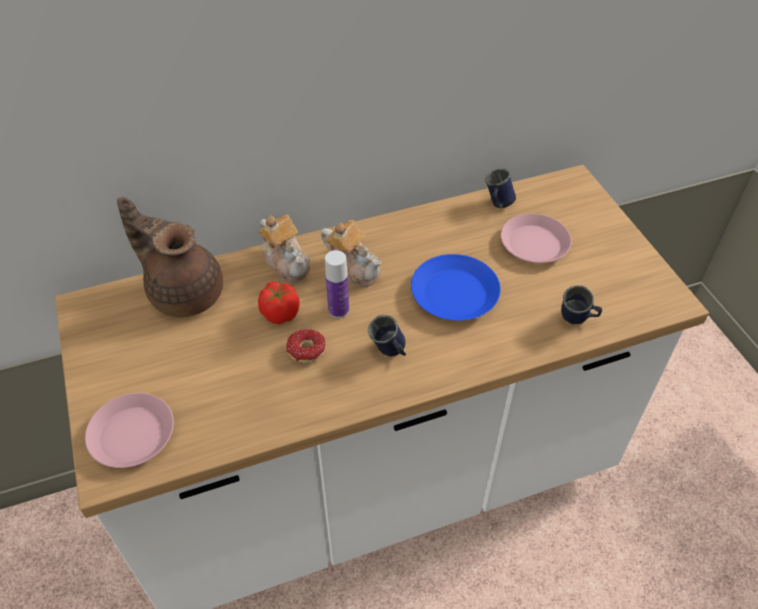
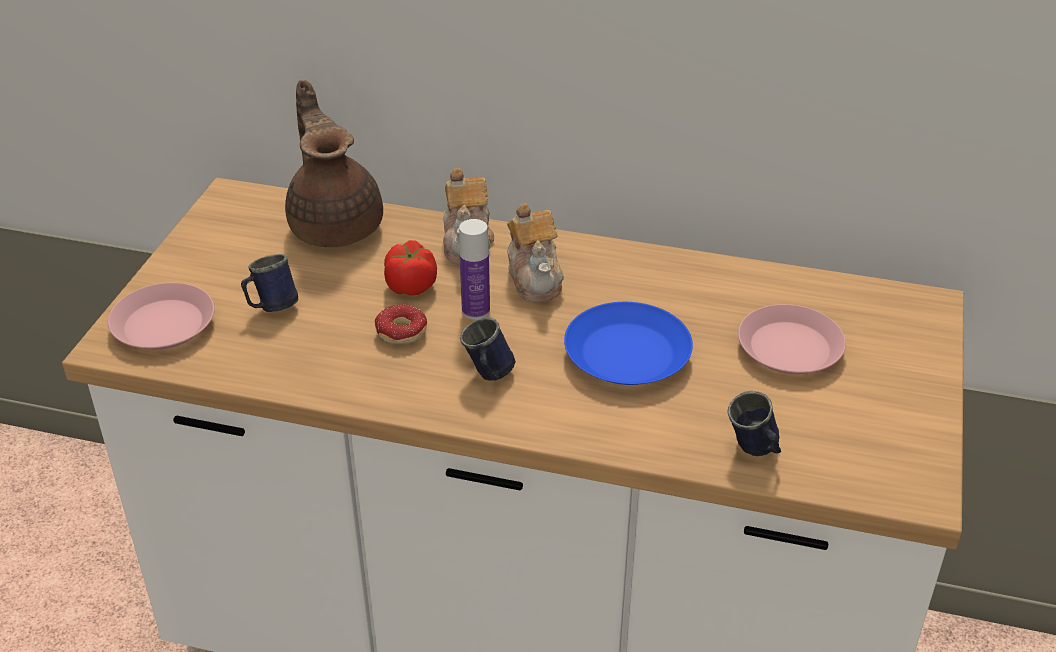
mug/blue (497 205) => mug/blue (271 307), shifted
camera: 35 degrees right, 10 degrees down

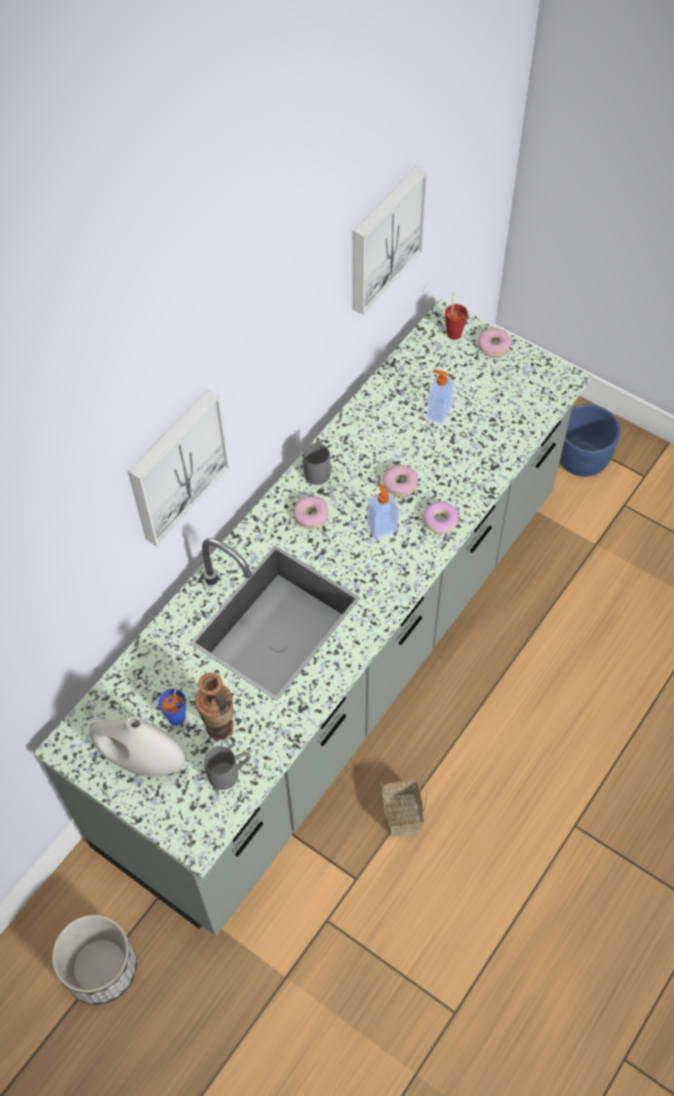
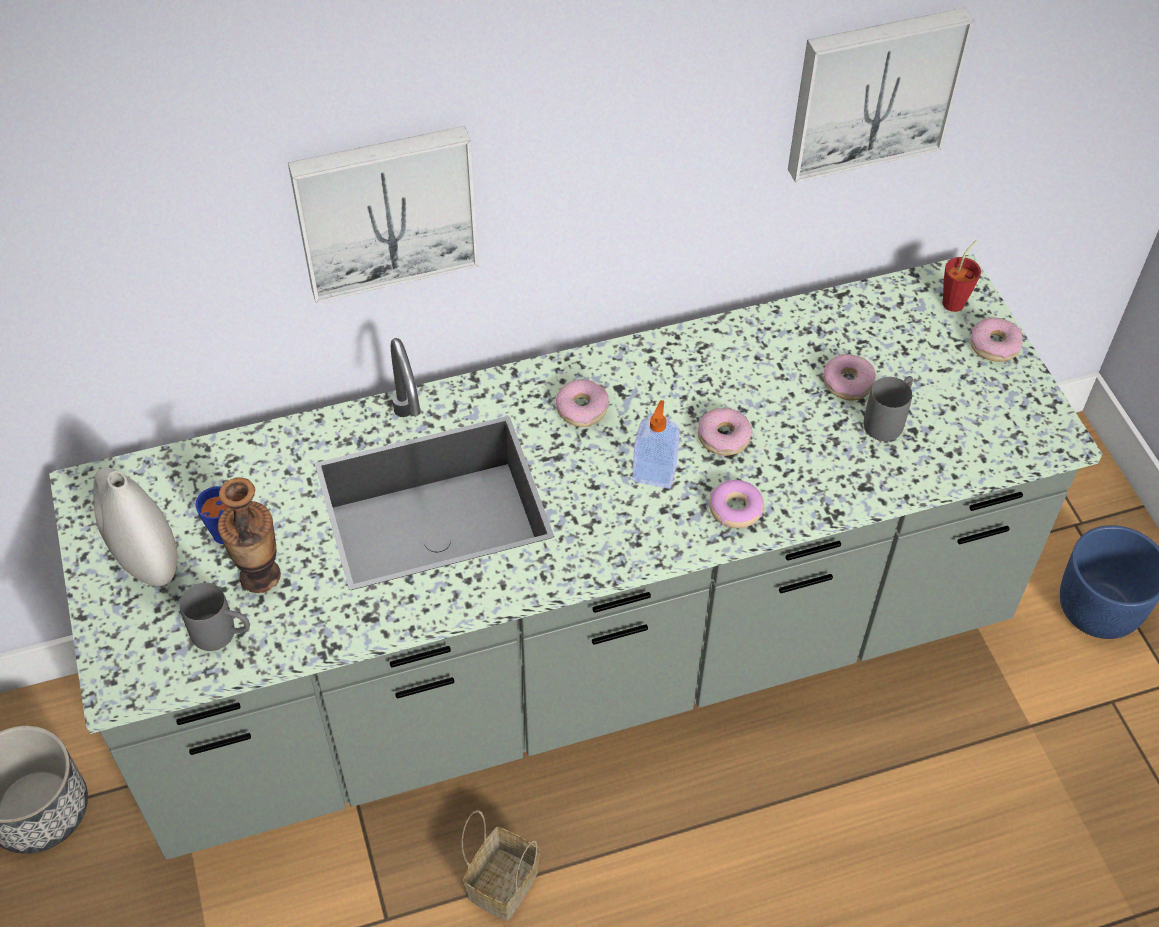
soap dispenser (438 413) => donut (848 383)
mug/grey (317 469) => mug/grey (888 420), shifted
camera: 35 degrees right, 5 degrees down

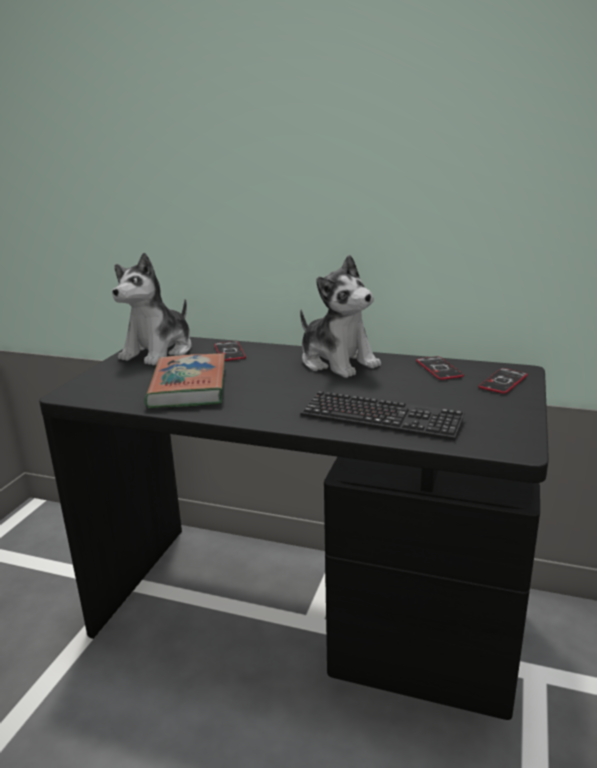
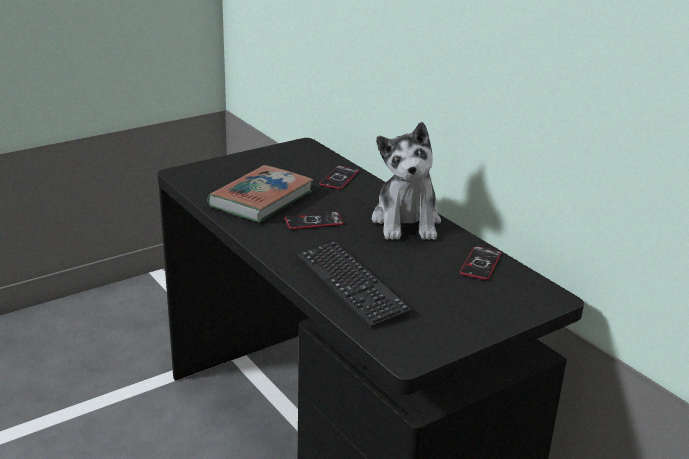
plush toy (159 351) => nothing
phone (503 382) => phone (314 222), shifted
camera: 35 degrees right, 5 degrees up

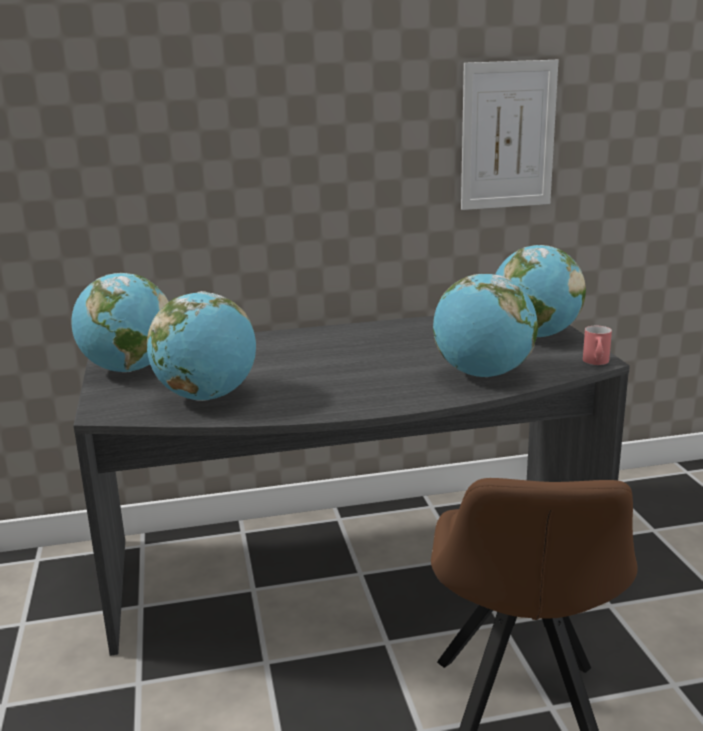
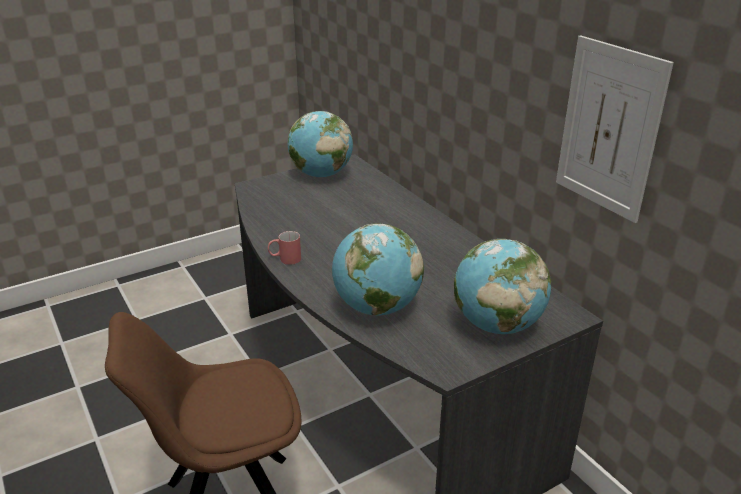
globe (207 397) => nothing
mug/red (596 363) => mug/red (285 259), shifted
camera: 70 degrees right, 10 degrees up

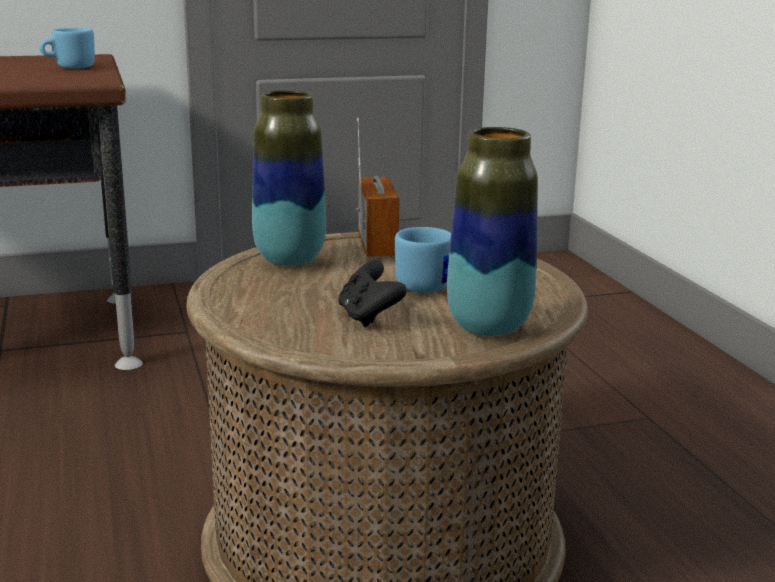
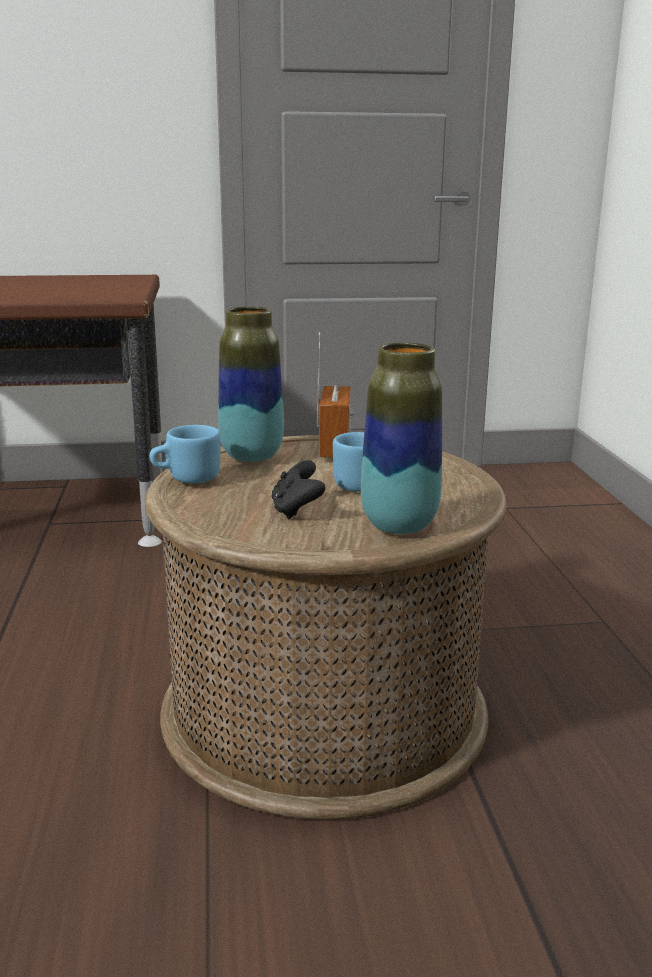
mug/blue (69 67) => mug/blue (186 479), shifted
camera: 10 degrees right, 0 degrees up

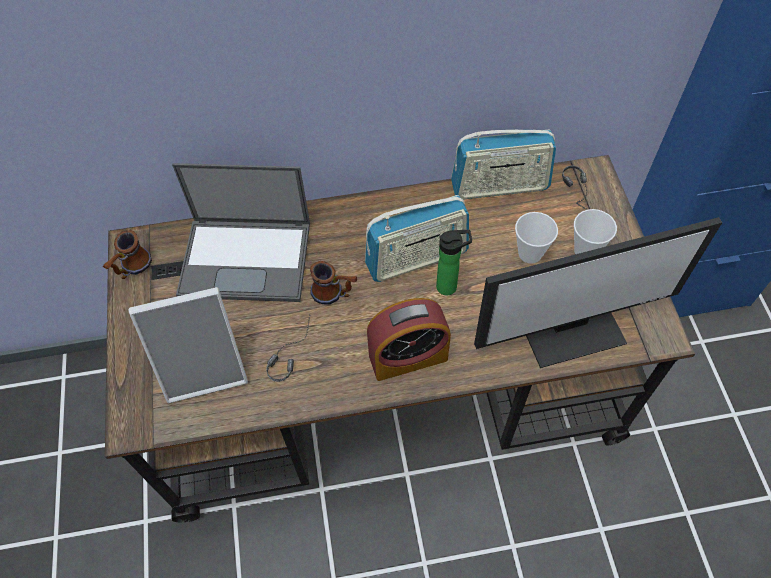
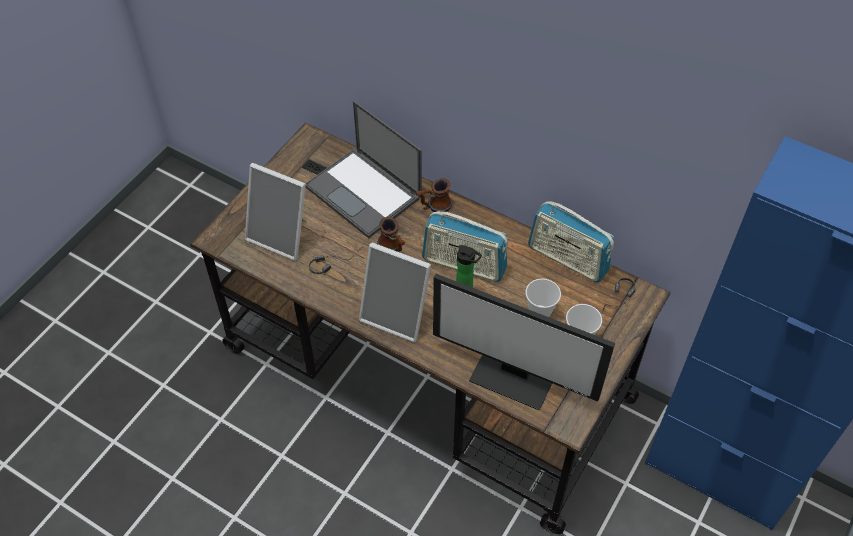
mug (131 268) => mug (433 206), shifted
alarm clock (408 357) => picture frame (397 315)
camera: 40 degrees right, 5 degrees down

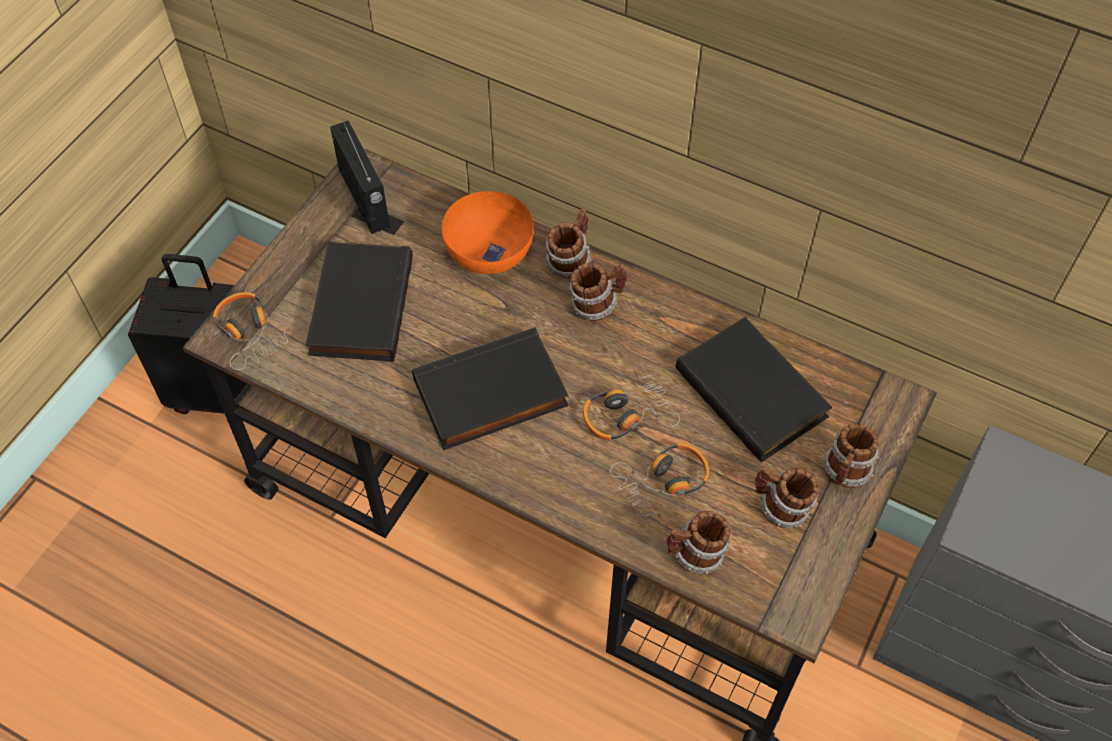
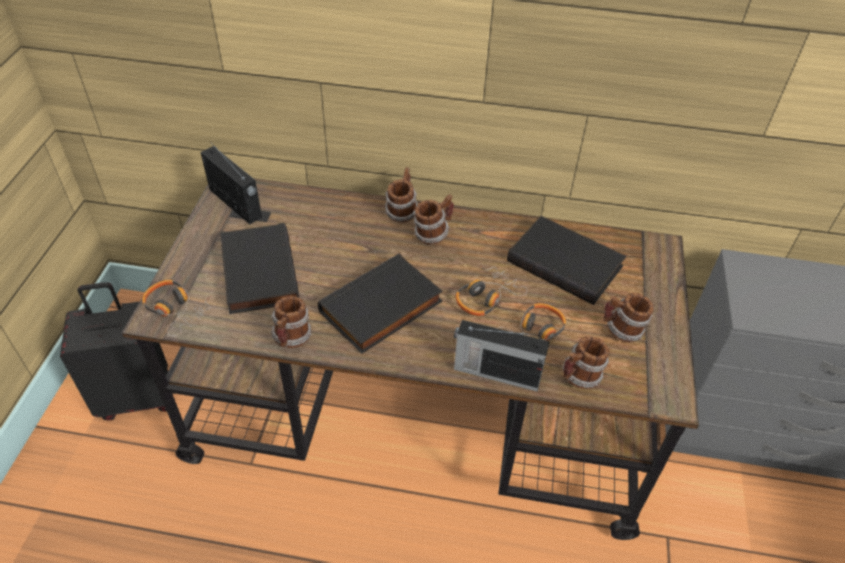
bowl/orange (489 250) => nothing
mug (845 473) => mug (292 339), shifted
nothing => radio (495 372)
camera: 20 degrees left, 10 degrees down

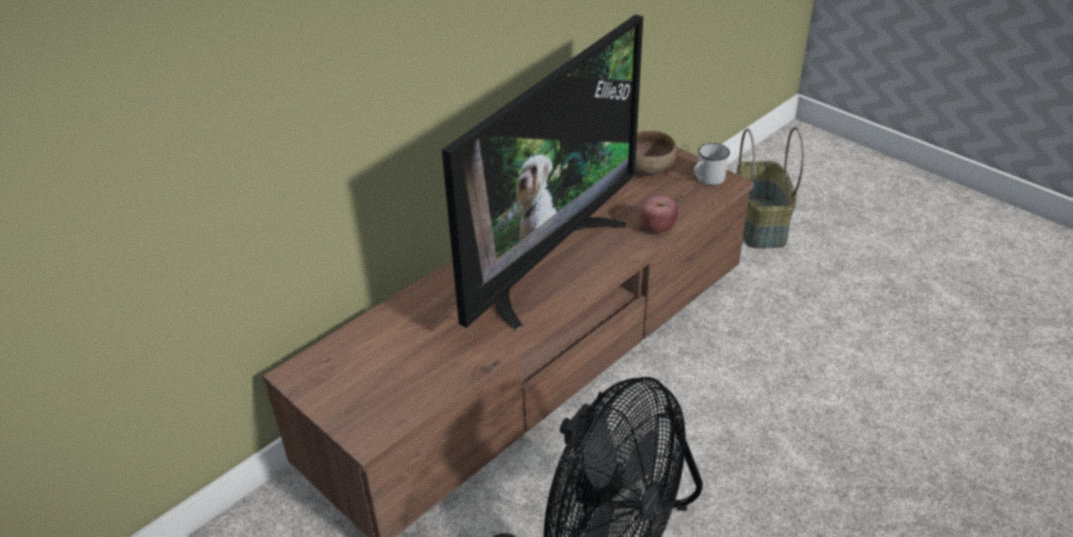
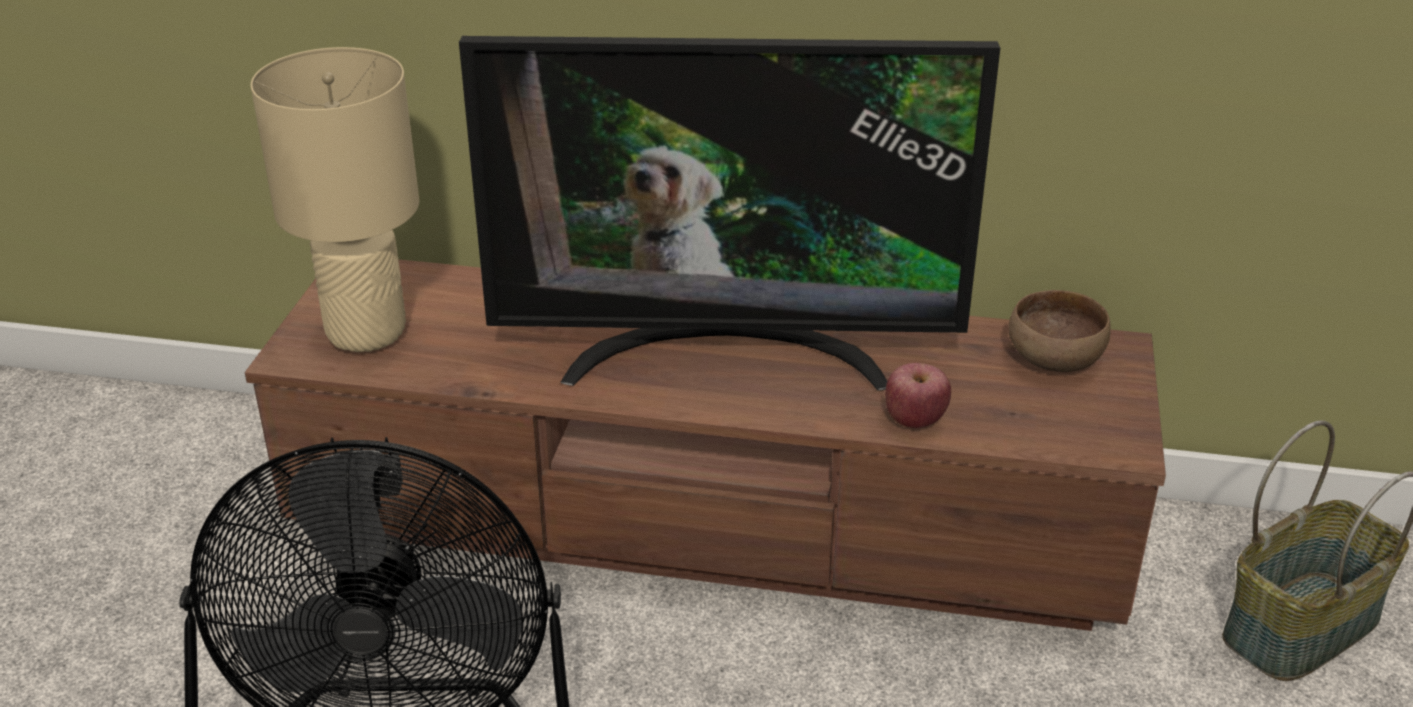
mug/white (707 179) => nothing
nothing => table lamp/beige (366 337)
camera: 55 degrees right, 5 degrees down

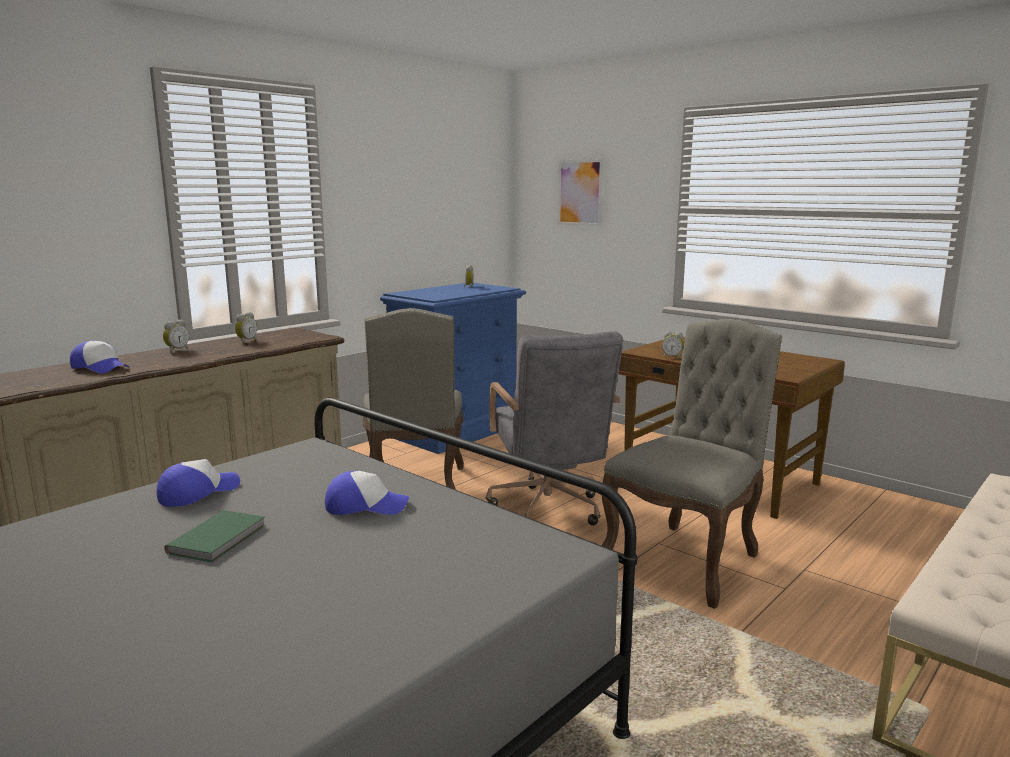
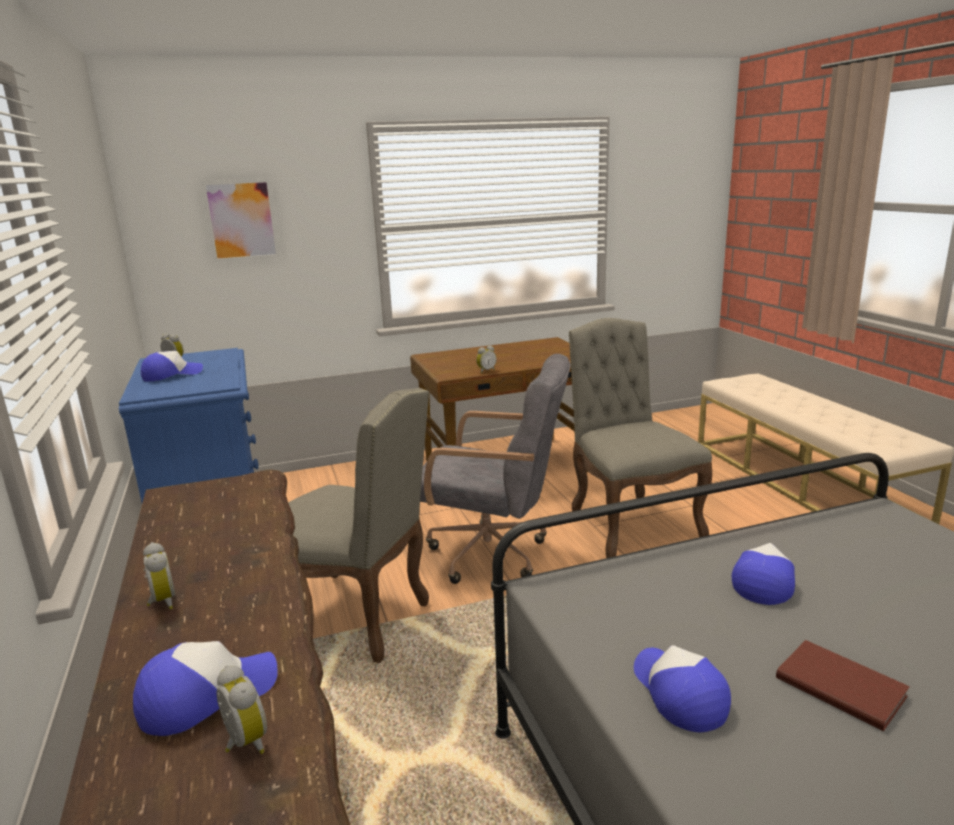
alarm clock (246 341) => alarm clock (243 743), shifted
book/green (220 538) => book/brown (839 685)
nothing => cap (172 375)
camera: 60 degrees left, 5 degrees up

